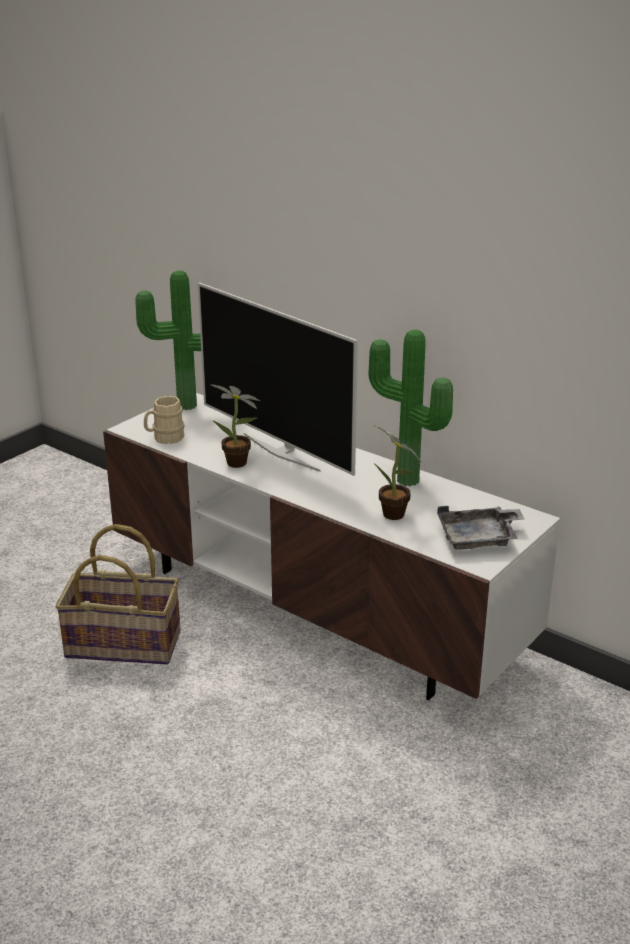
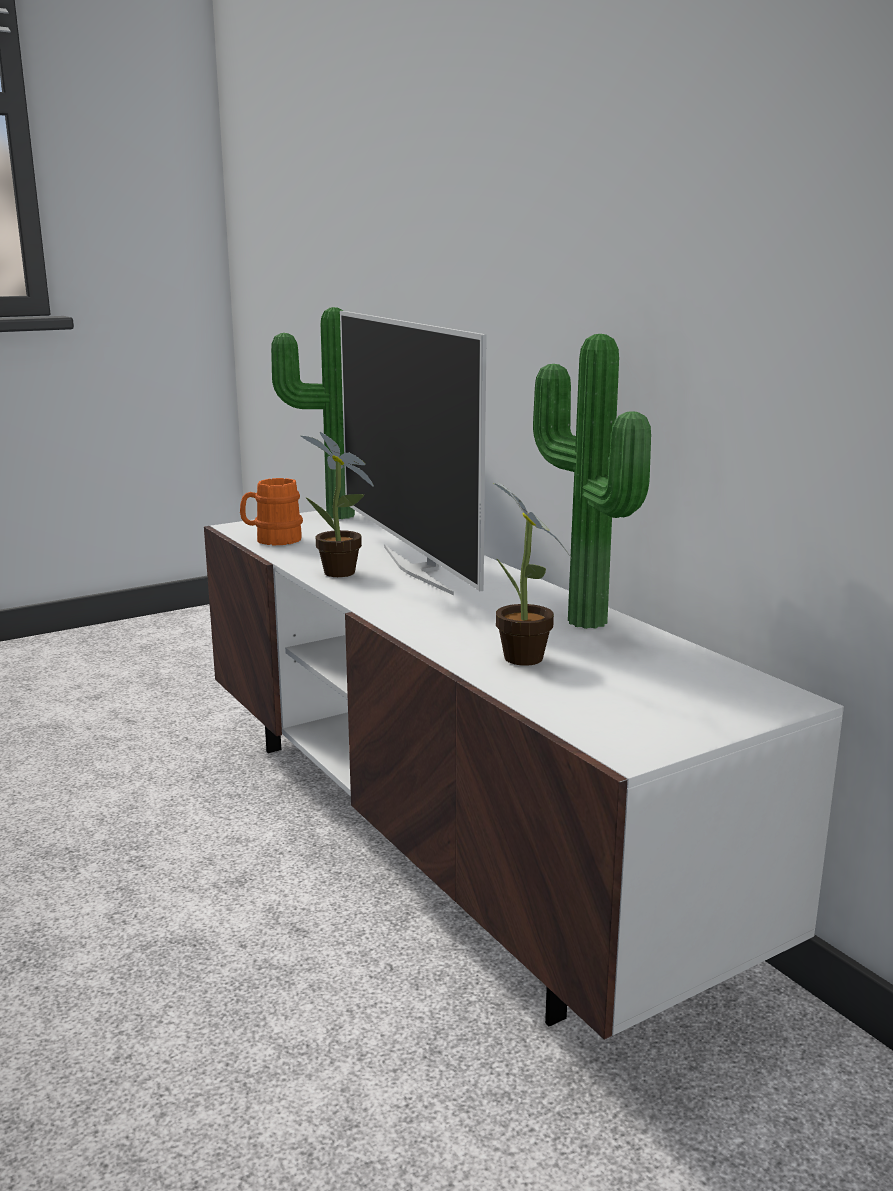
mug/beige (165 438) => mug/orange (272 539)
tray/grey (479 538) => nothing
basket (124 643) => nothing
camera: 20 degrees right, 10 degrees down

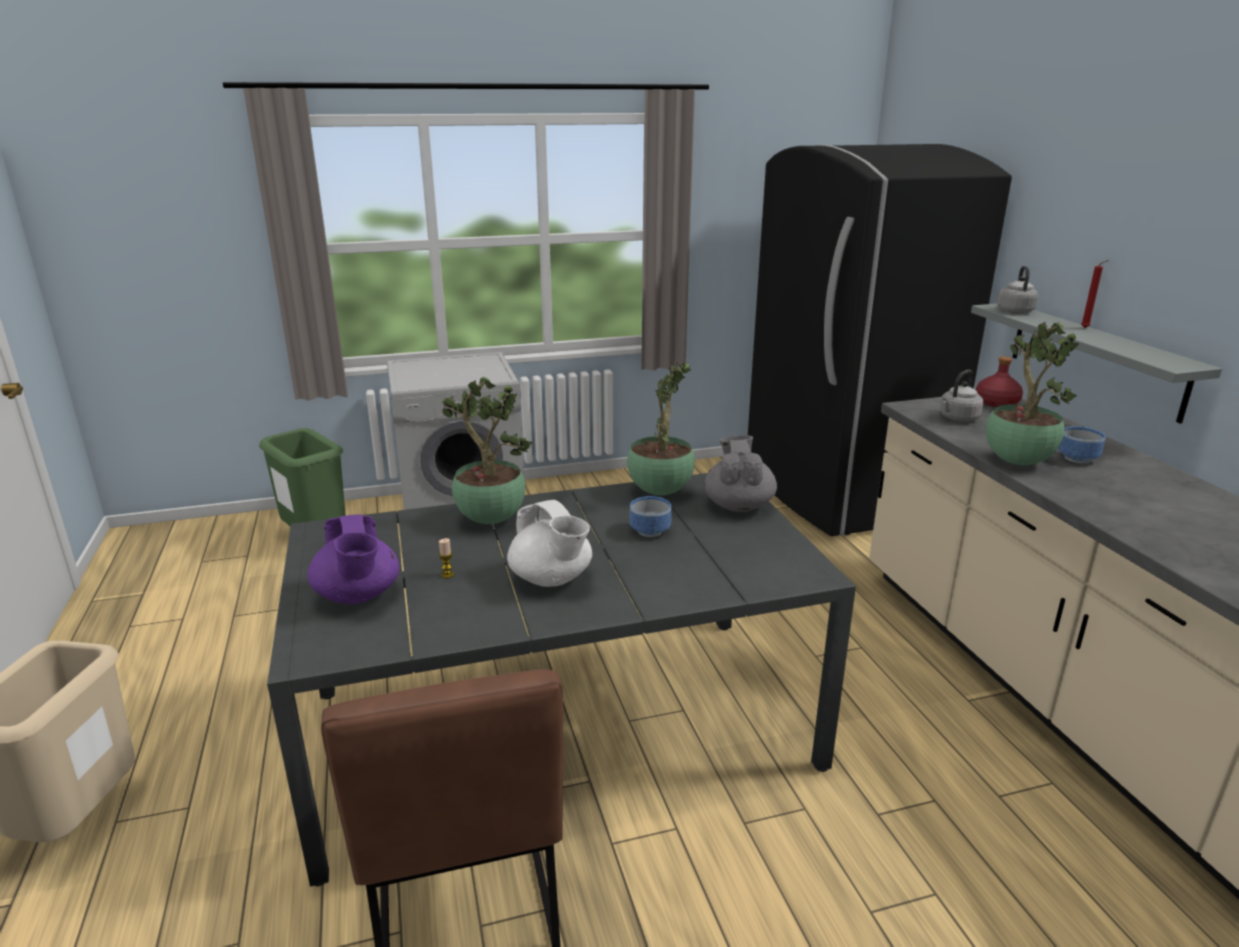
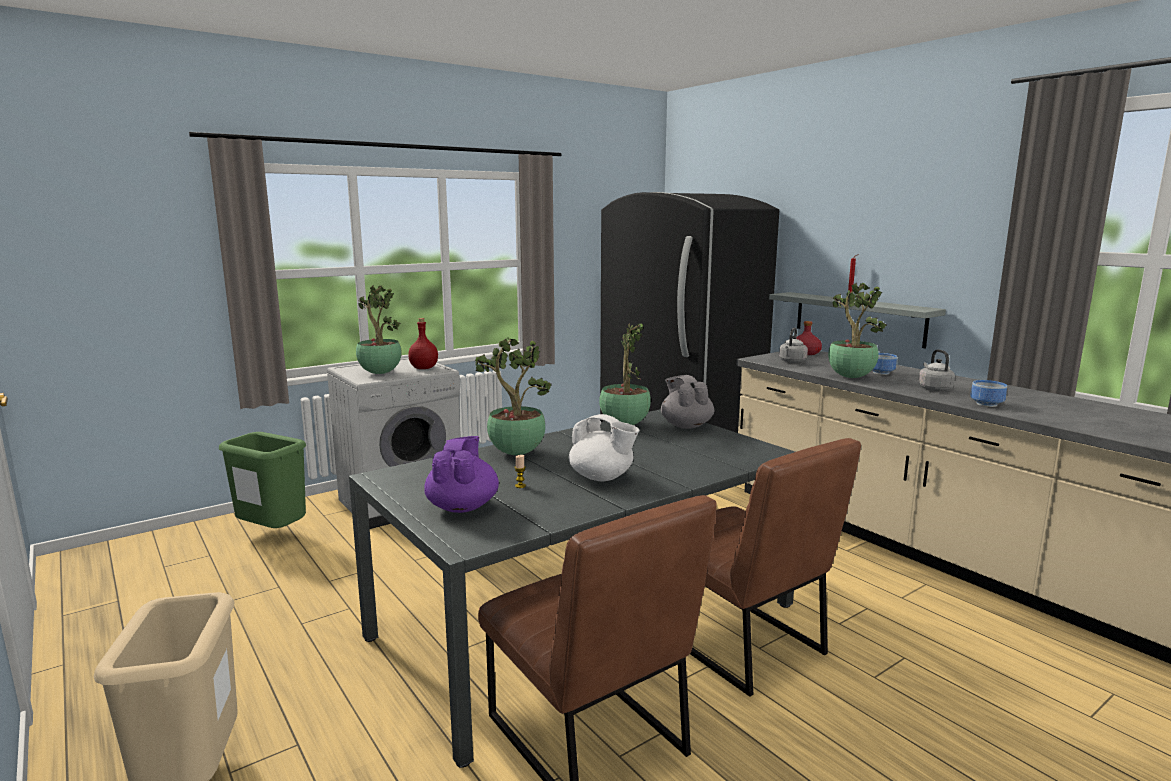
kettle/grey (1014 311) => kettle/grey (933 388), shifted
bowl (648 531) => bowl (985 404), shifted
teapot/purple (358 596) => teapot/purple (462 506), 135 degrees counterclockwise
nothing => potted plant (379 373)
nothing => bottle/red (424 368)
nothing => chair/brown (740 643)
camera: 20 degrees left, 10 degrees down

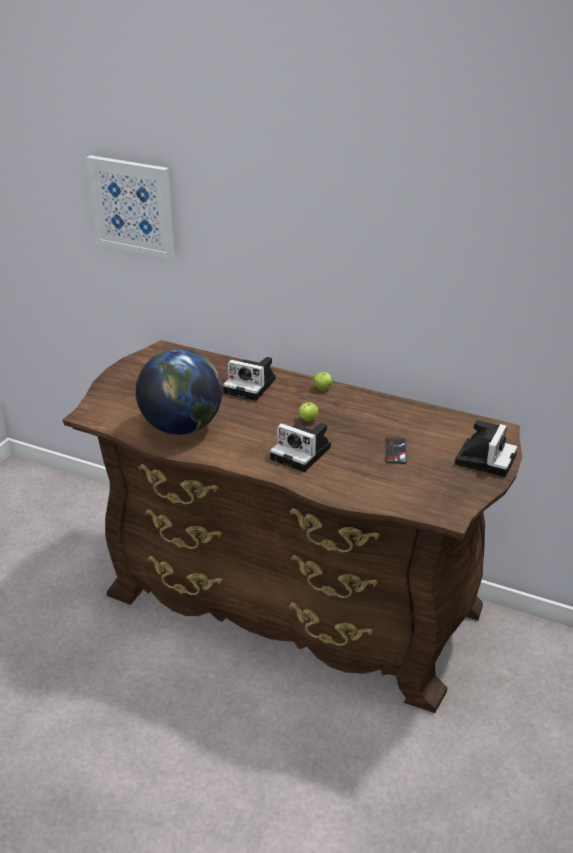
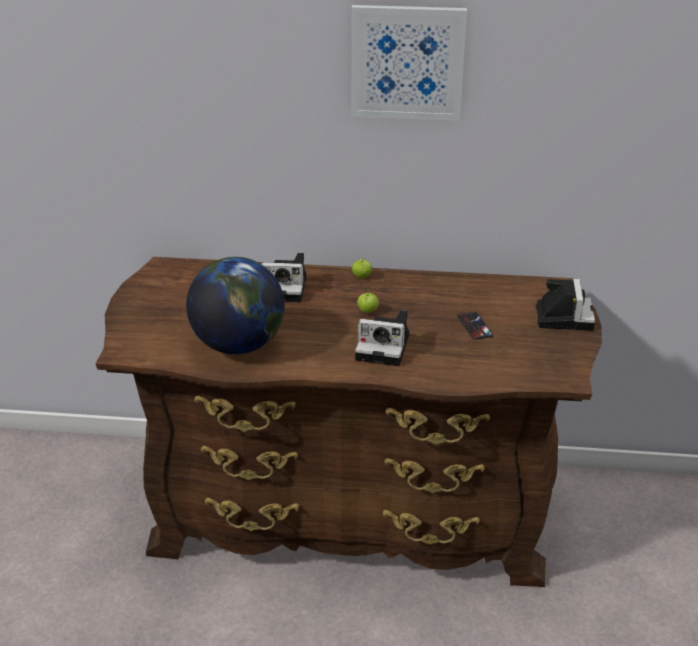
picture (132 206) => picture (407 62), shifted
camera: 20 degrees left, 0 degrees up

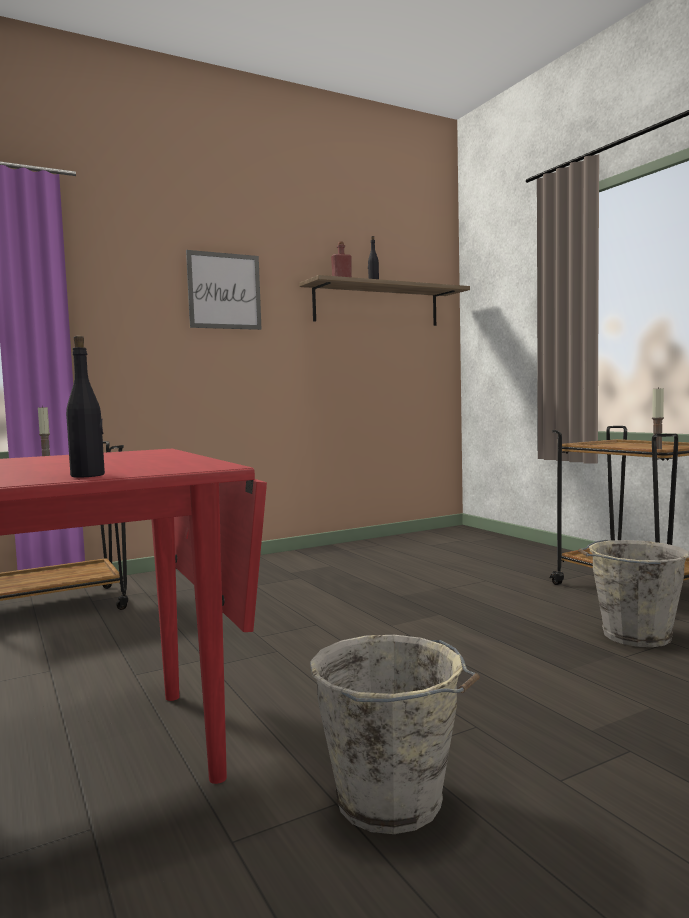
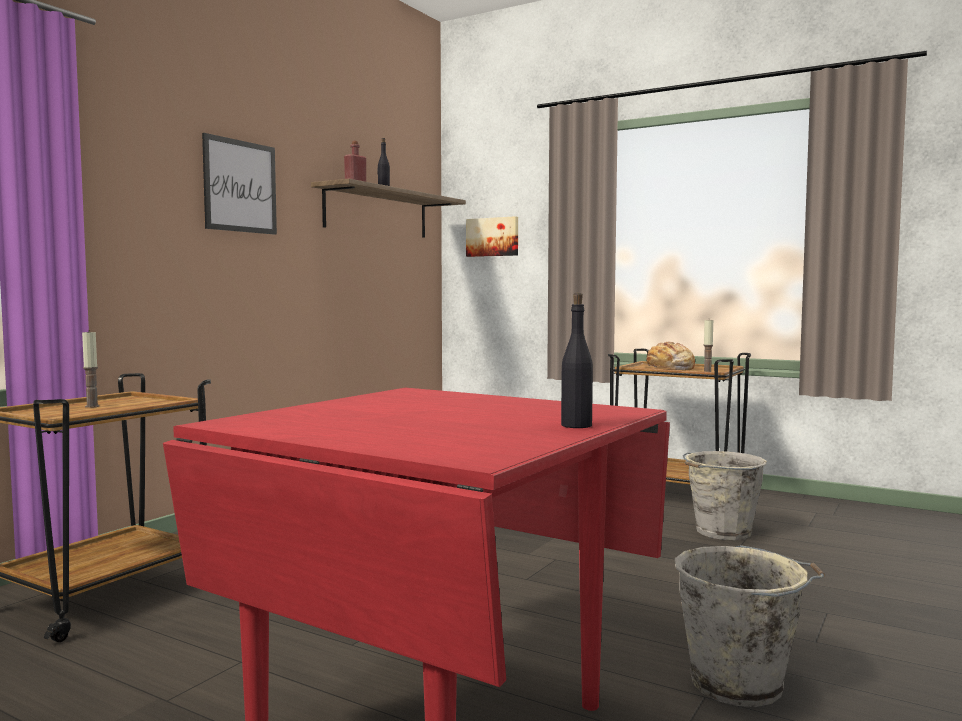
nothing => picture (493 237)
nothing => bread (669 369)
camera: 30 degrees left, 0 degrees up

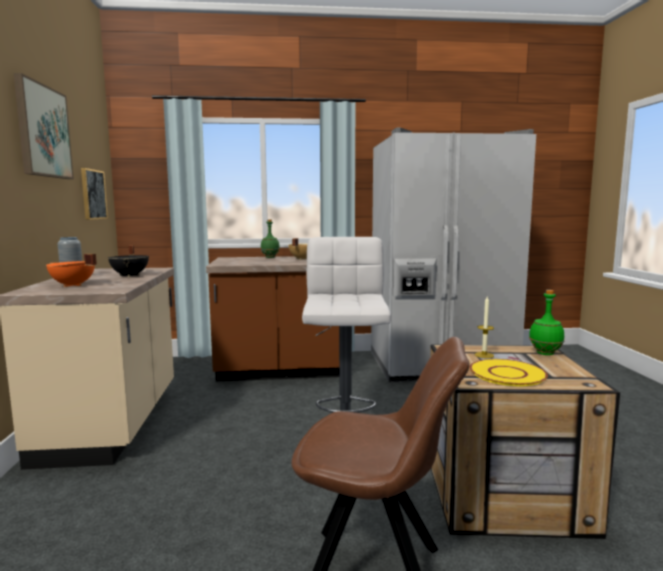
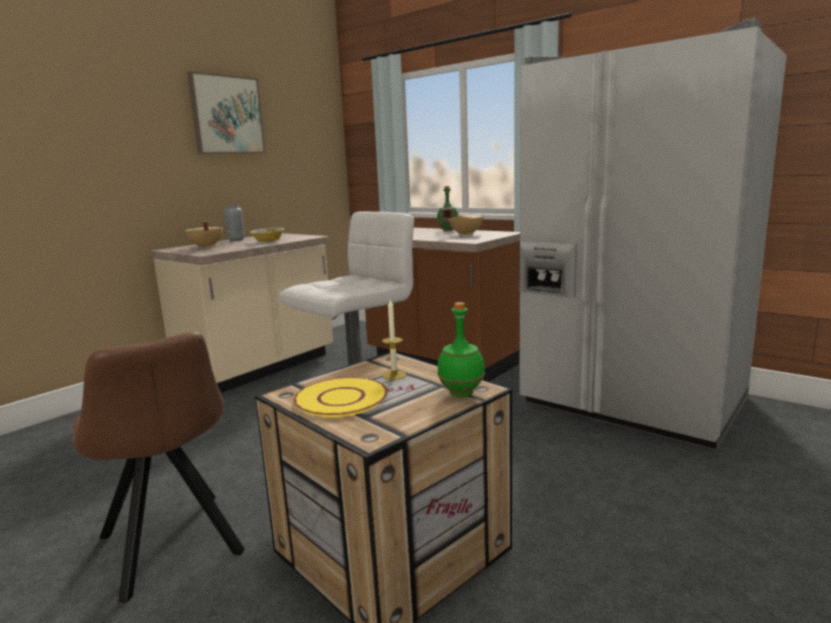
picture (93 194) => nothing
cooking pot/black (130 275) => bowl (268 241)
cooking pot/orange (72 285) => cooking pot/beige (206 247)
camera: 45 degrees right, 5 degrees up

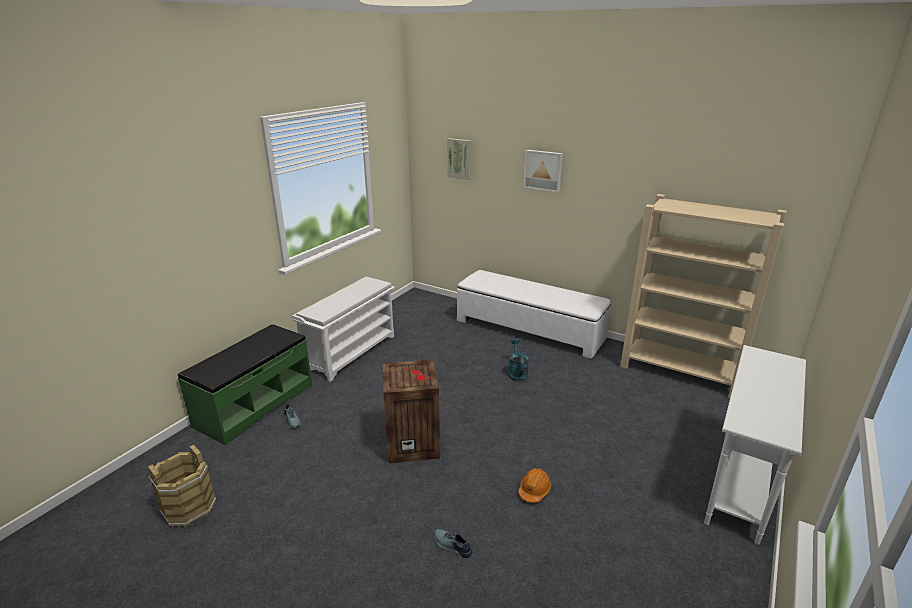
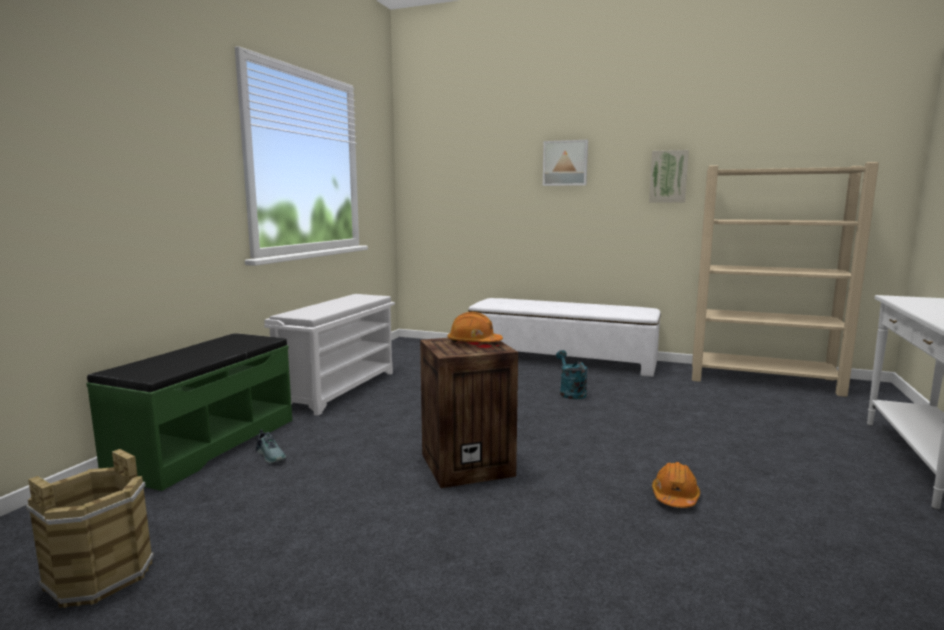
picture (460 158) => picture (668 176), shifted
shoe (452 546) => nothing
nothing => hard hat/orange (474 343)
camera: 10 degrees left, 15 degrees down

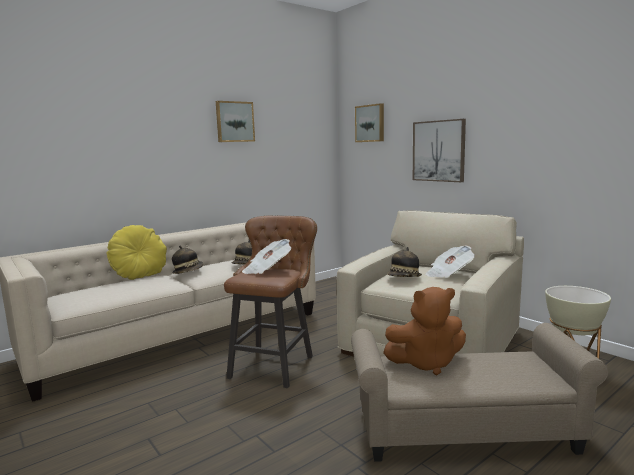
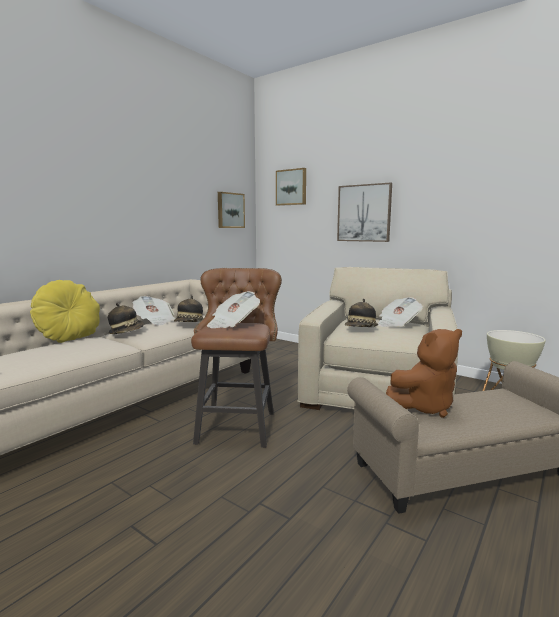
picture (234 122) => picture (230 210), shifted
nothing => newspaper (154 321)
camera: 15 degrees left, 0 degrees up

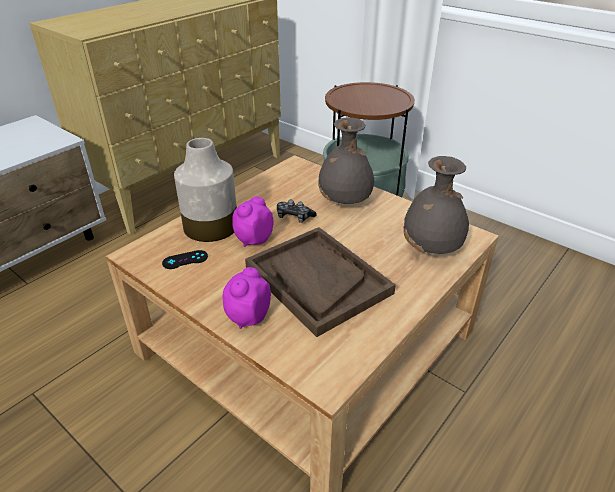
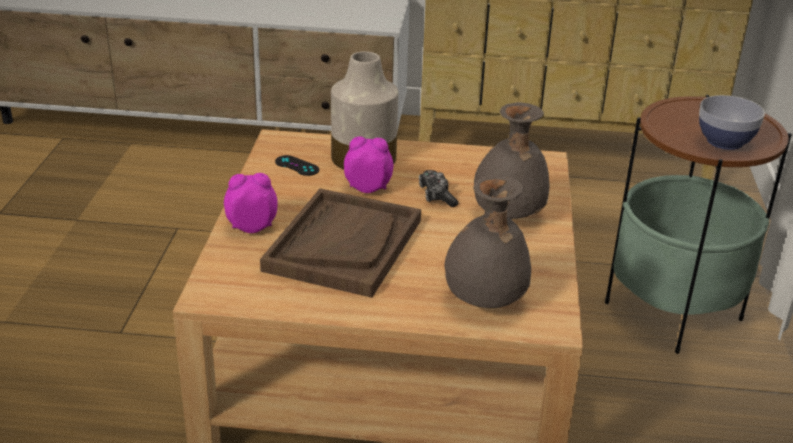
nothing => bowl (724 141)
camera: 55 degrees right, 5 degrees down

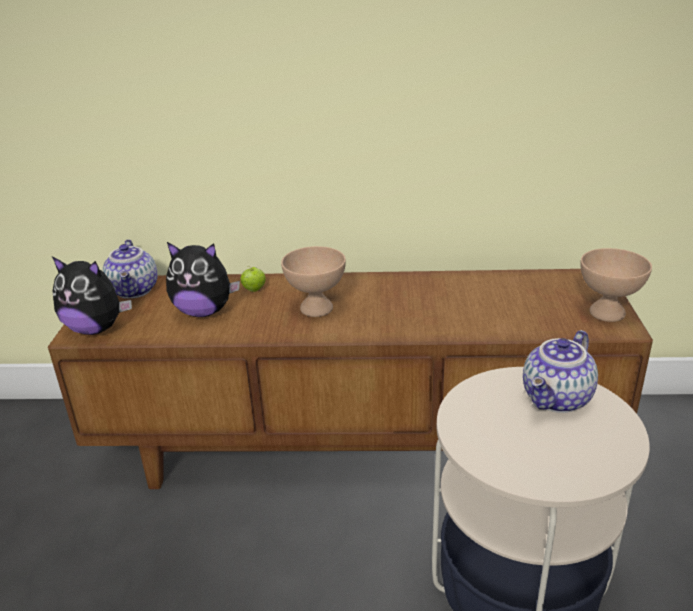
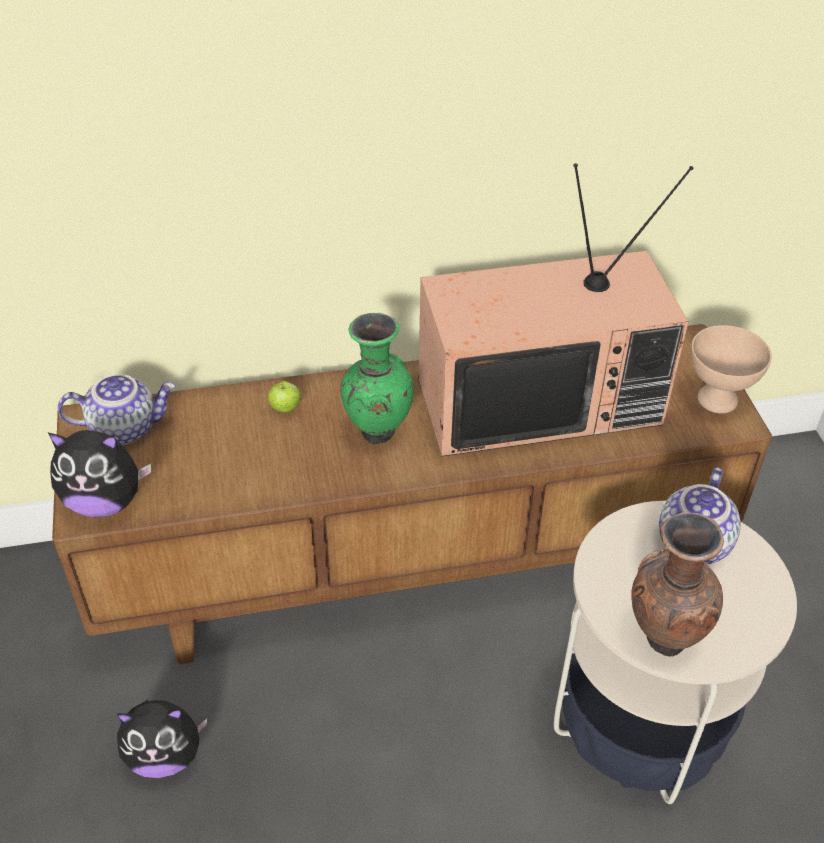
teapot (135 290) => teapot (125 427), 75 degrees counterclockwise
plush toy (204 311) => plush toy (165 756), shifted
bowl/beige (315 308) => vase/green (376 431)
nothing => television (540 399)
nothing => vase/brown (662 638)
camera: 15 degrees left, 15 degrees up

